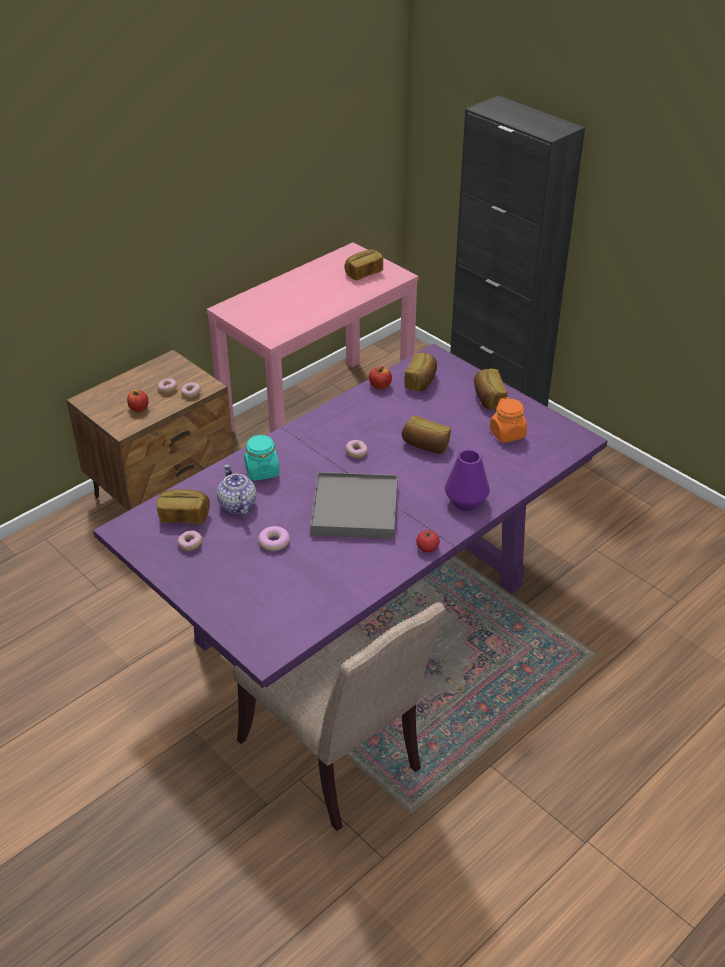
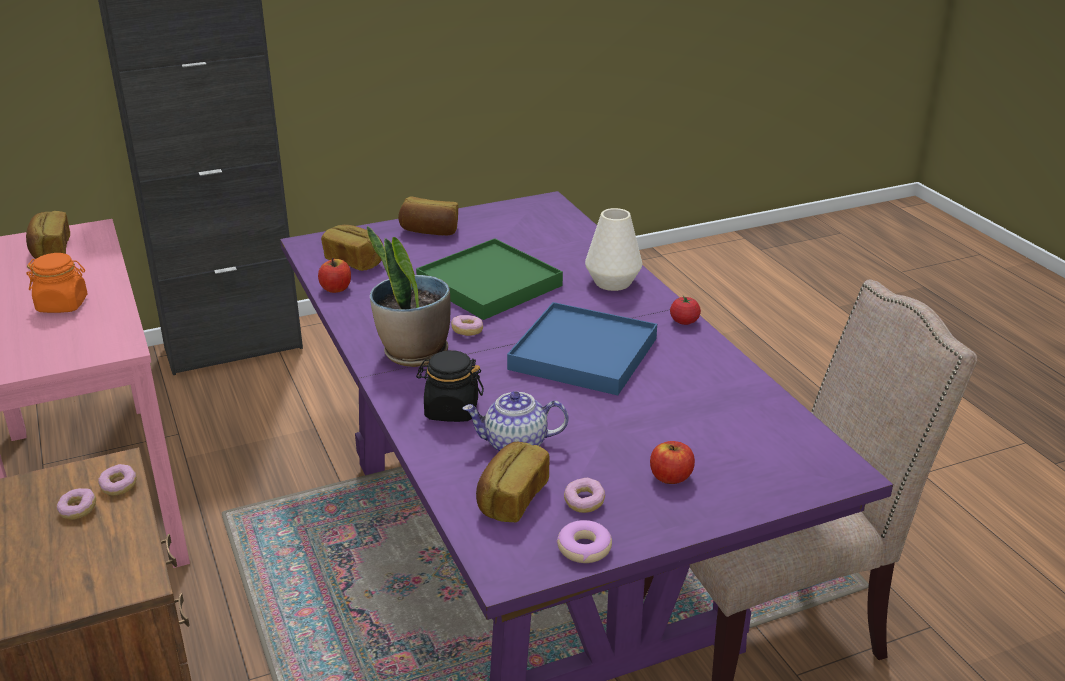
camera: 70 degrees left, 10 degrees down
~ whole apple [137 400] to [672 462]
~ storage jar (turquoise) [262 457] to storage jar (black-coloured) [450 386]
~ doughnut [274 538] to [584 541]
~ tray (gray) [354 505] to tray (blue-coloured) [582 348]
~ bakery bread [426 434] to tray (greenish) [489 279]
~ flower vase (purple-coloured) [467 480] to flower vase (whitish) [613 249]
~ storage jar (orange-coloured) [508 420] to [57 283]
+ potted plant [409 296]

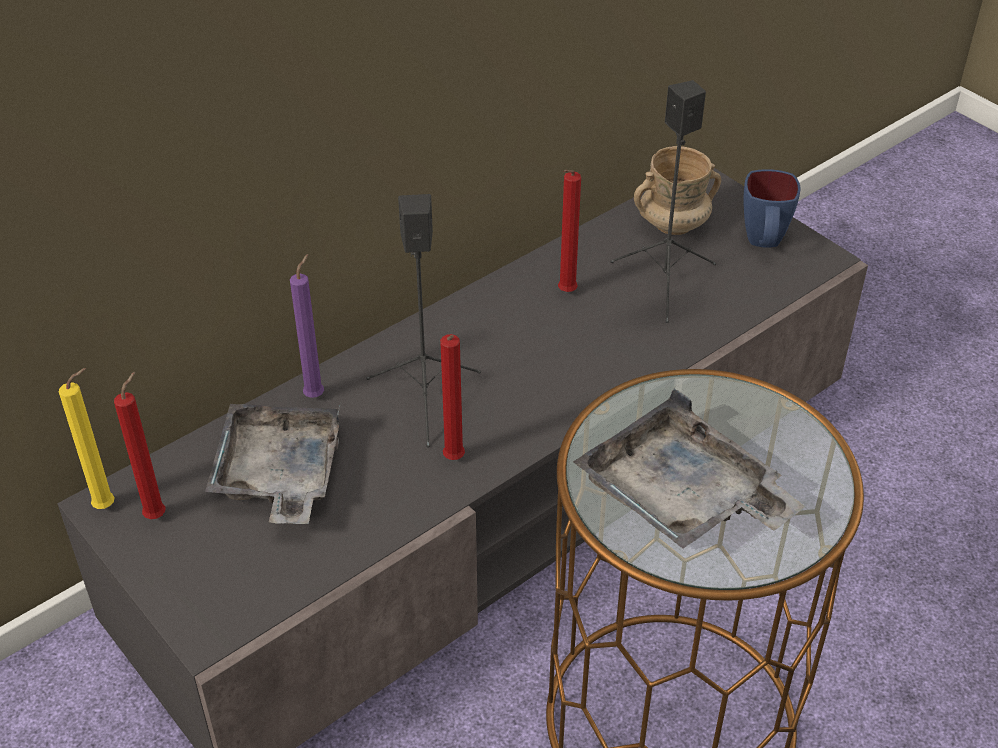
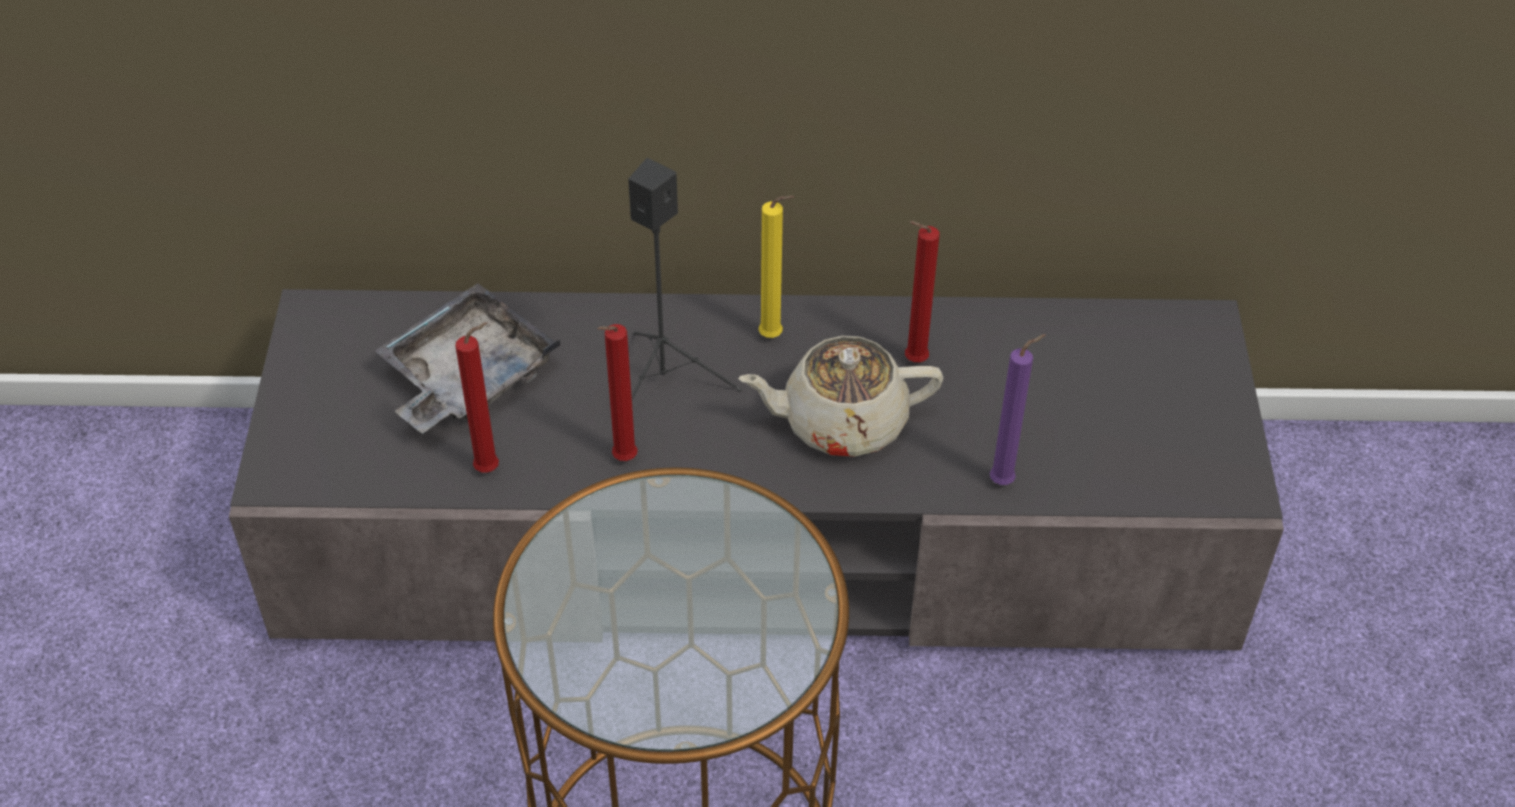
camera: 40 degrees right, 5 degrees up
~ candle (yellow-coloured) [86 438] to [776 267]
~ candle (red-coloured) [139 445] to [477 397]
~ candle (purple-coloured) [307 326] to [1018 409]
- tray (gray) [689 468]
- speaker (black-coloured) [663 201]
- coffee mug (beige-coloured) [677 190]
- coffee mug (blue-coloured) [771 208]
+ teapot (beige-coloured) [840 396]

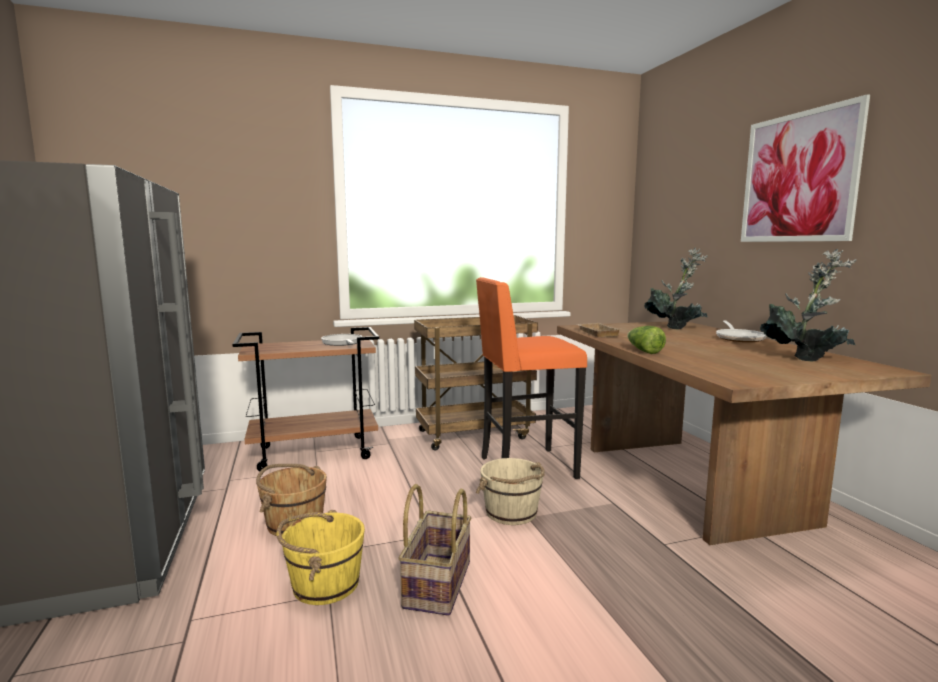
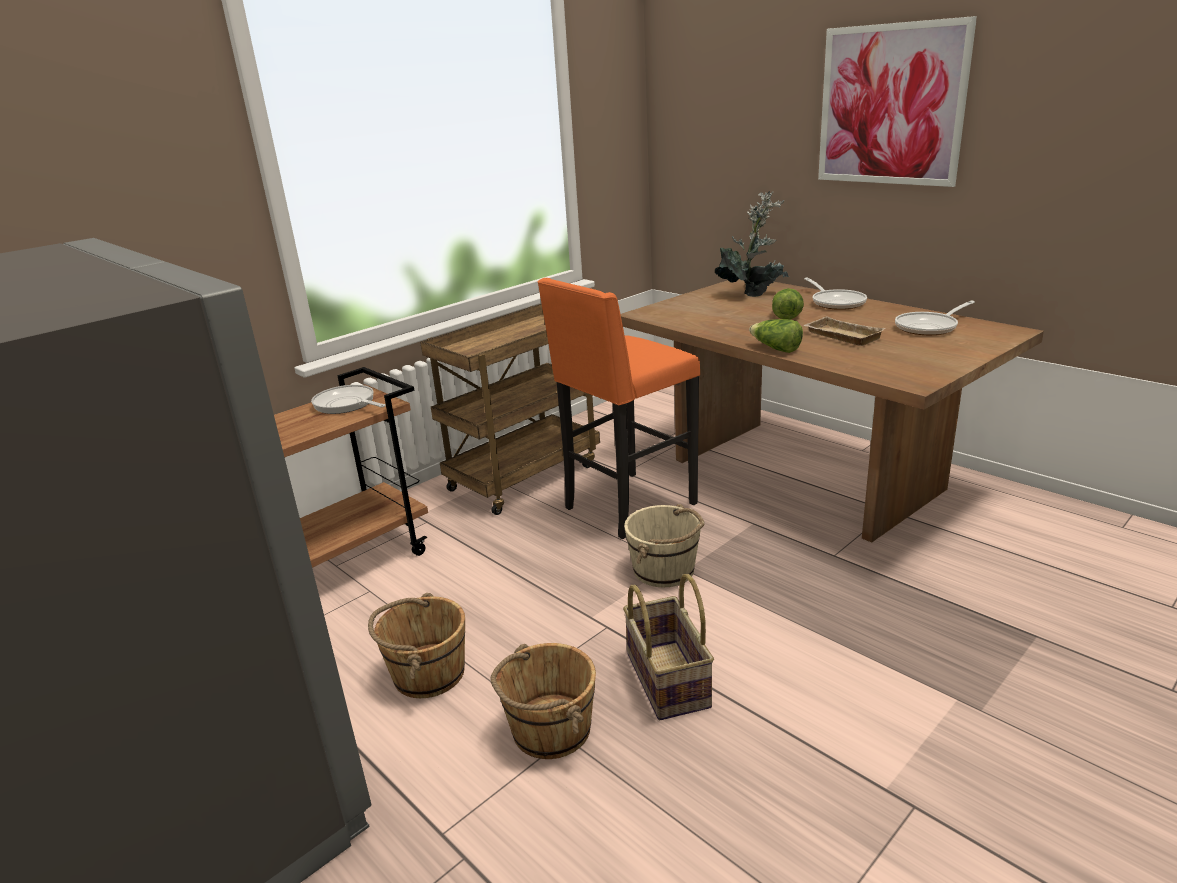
camera: 25 degrees left, 15 degrees up
~ pail (yellow-coloured) [320 557] to pail (brown-coloured) [543 701]
~ tray (beige-coloured) [597 330] to [844 331]
~ potted plant [808 305] to frying pan [935 318]
+ lettuce [788 304]

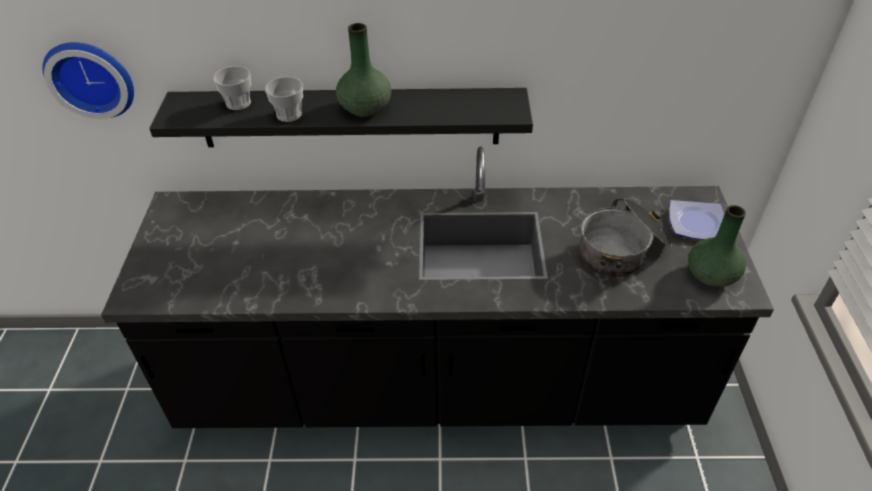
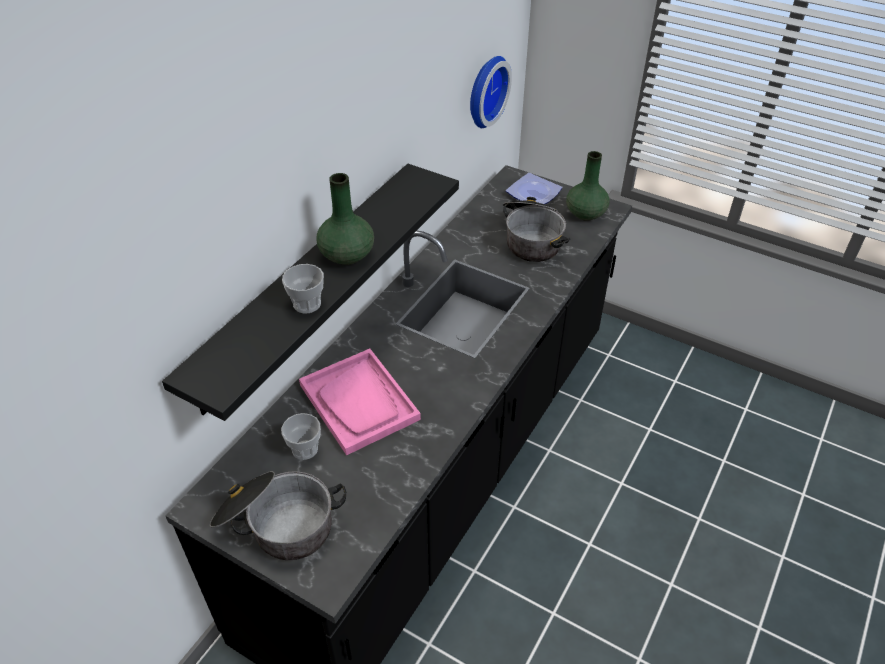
camera: 60 degrees left, 0 degrees up
~ clock on the wall [88 80] to [491 92]
~ small cup [232 88] to [301 436]
+ saucepot [278 515]
+ tray (pinkish) [360 402]

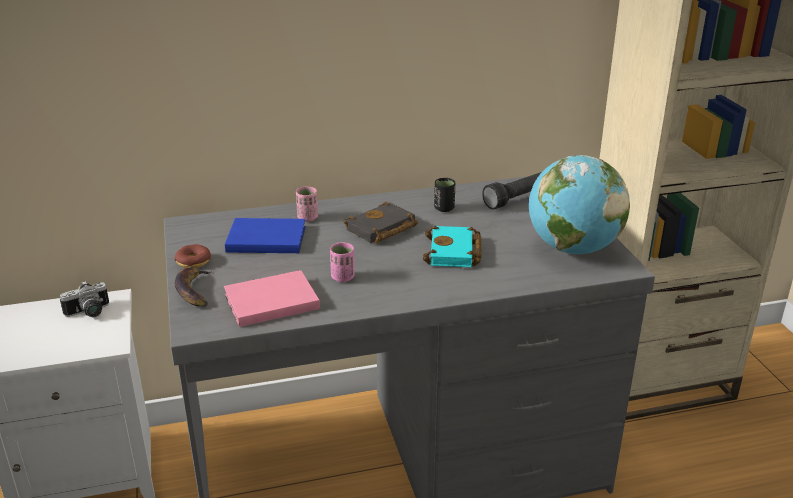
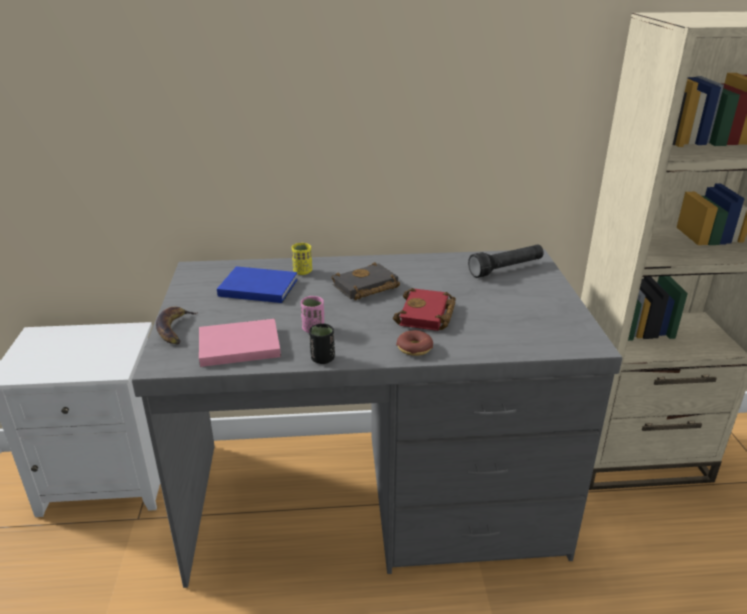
camera: 10 degrees right, 0 degrees up
- still camera [84 299]
~ doughnut [192 256] to [414 343]
~ small cup (pinkish) [307 204] to small cup (yellow-coloured) [302 259]
~ volume (turquoise) [452 246] to volume (red-coloured) [424 309]
~ small cup (black-coloured) [444 195] to [322 344]
- desk globe [579 204]

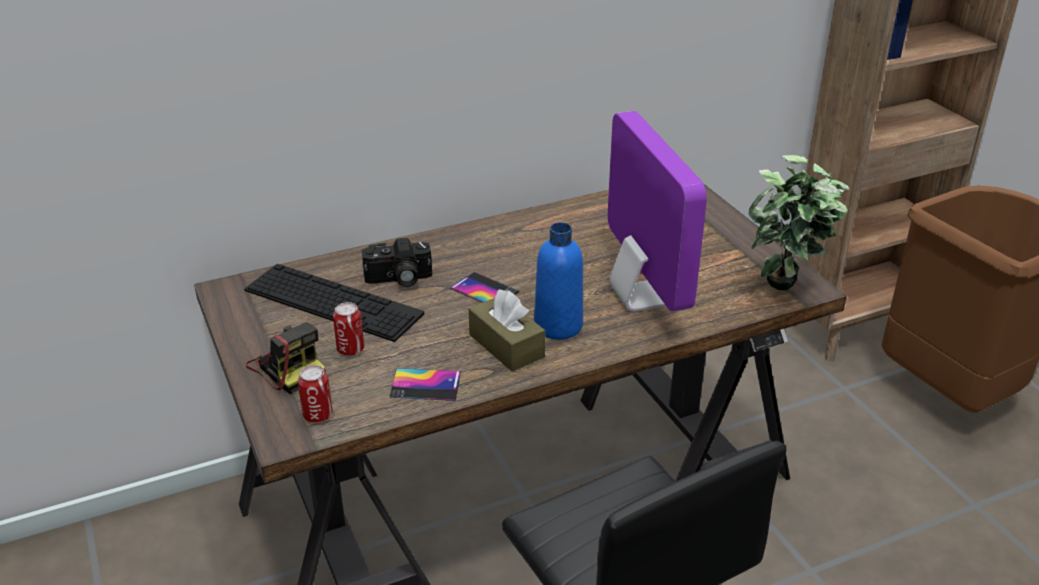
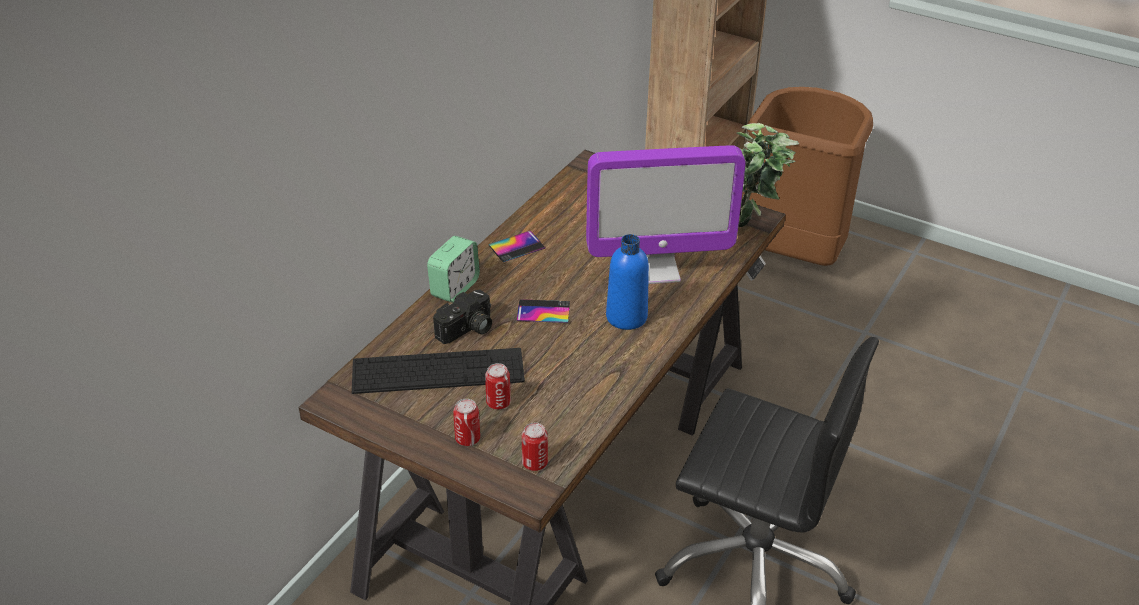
camera: 35 degrees left, 5 degrees up
~ still camera [285 358] to metal can [466 422]
~ handset [425 384] to [517 246]
- tissue holder (brown-coloured) [507 330]
~ monitor [657 211] = [666 214] 135 degrees clockwise
+ table clock [453 269]

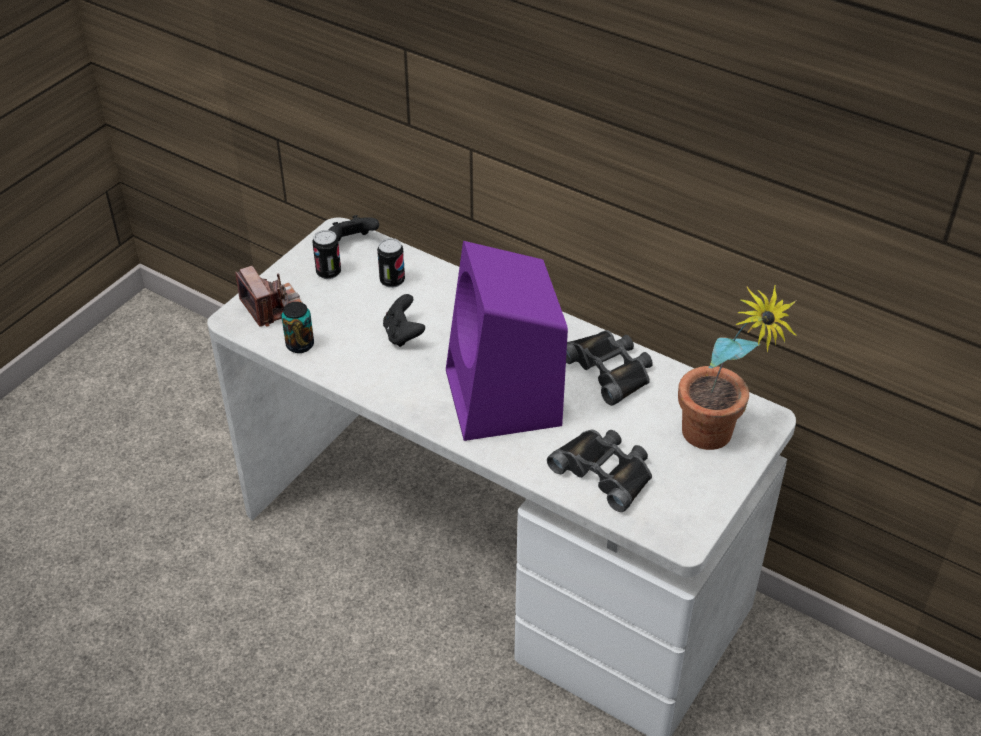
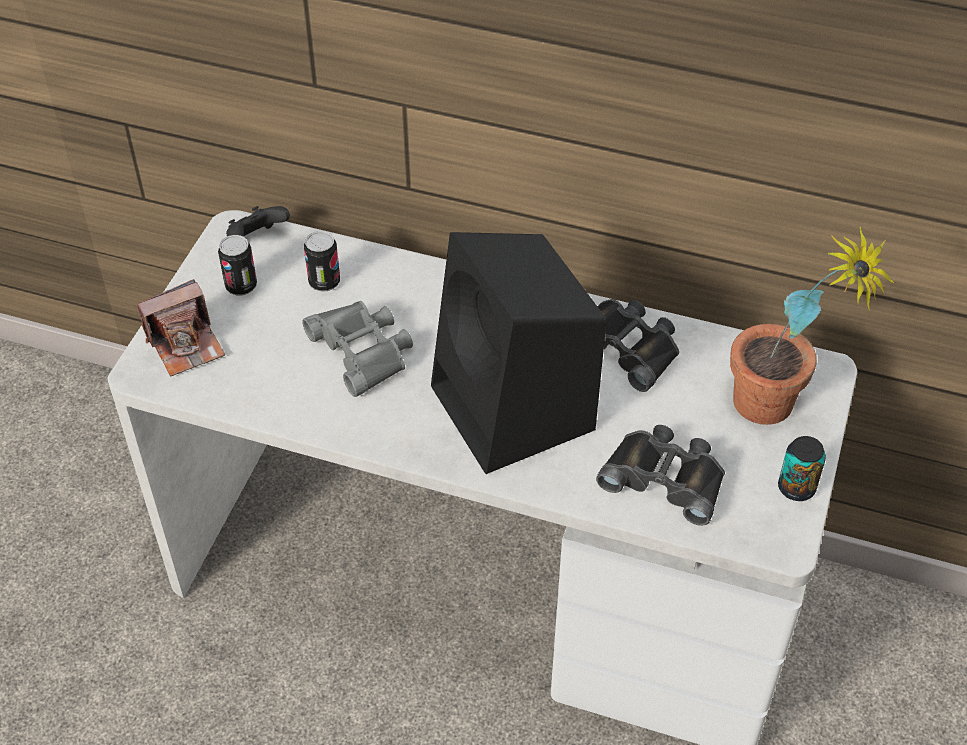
camera: 15 degrees left, 5 degrees up
~ still camera [268 296] = [181 327] 105 degrees clockwise
~ metal can [297 327] to [802 468]
~ game controller (black-coloured) [404 320] to binoculars (gray) [357 349]
~ speaker (purple-coloured) [507 341] to speaker (black-coloured) [518 353]

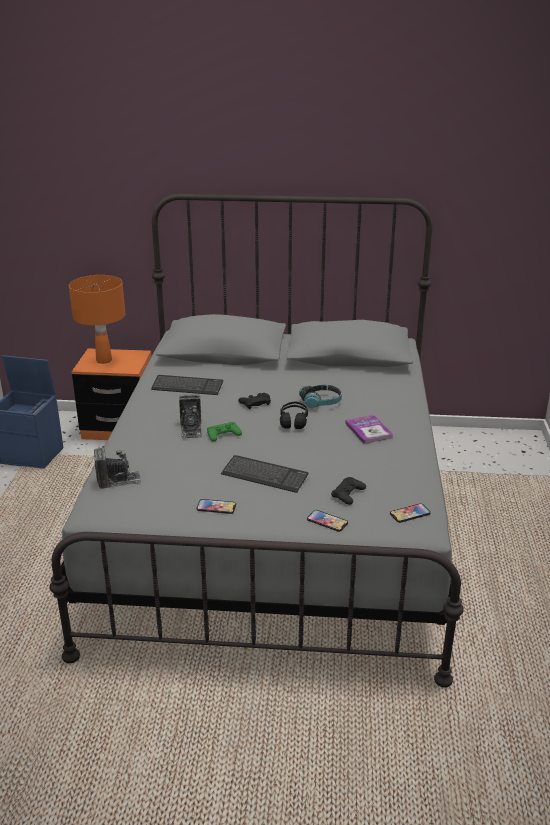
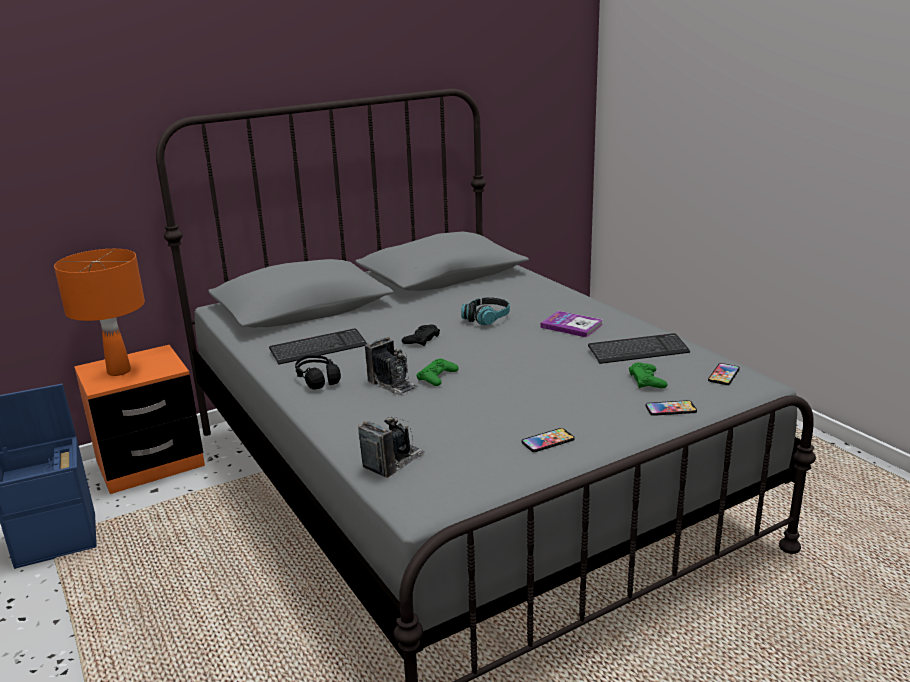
camera: 35 degrees left, 5 degrees down
~ keyboard [264 474] to [639 348]
~ headphones (black-coloured) [294 415] to [318 372]
~ game controller (black-coloured) [348 491] to game controller (greenish) [648 375]

